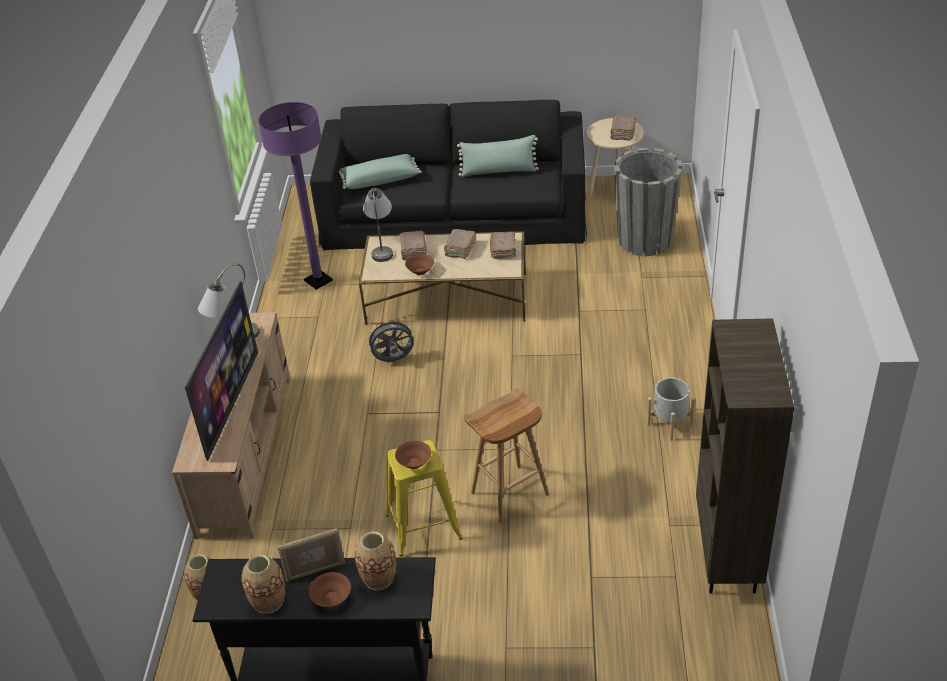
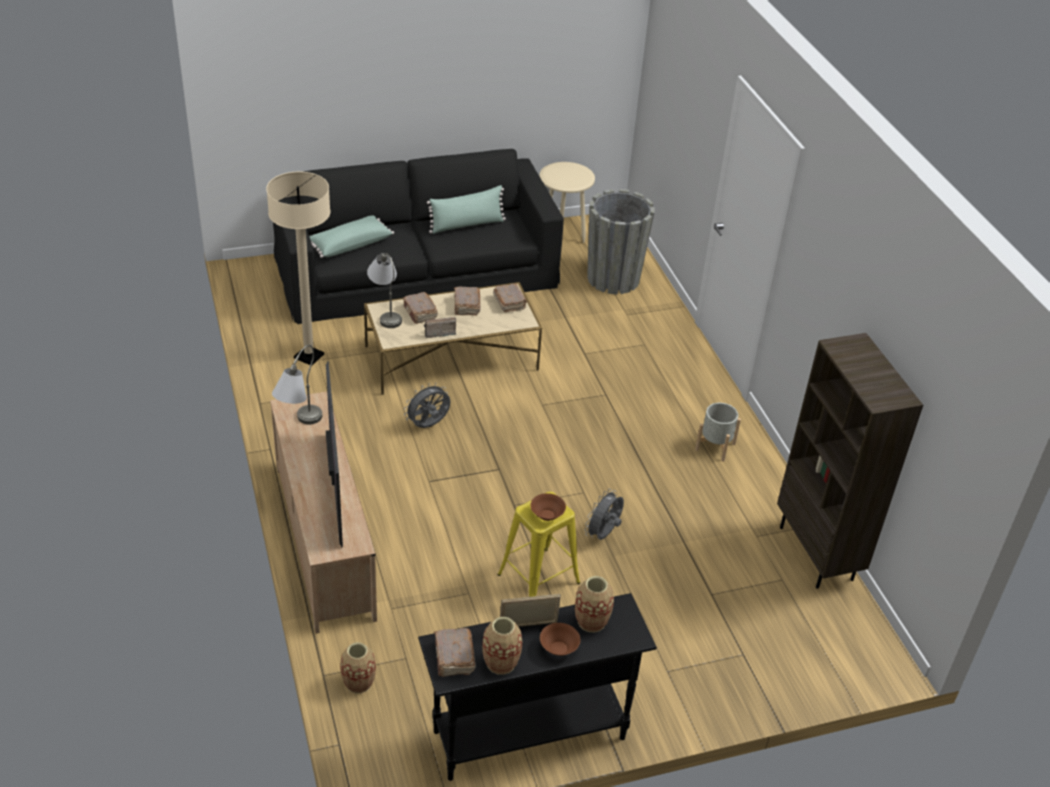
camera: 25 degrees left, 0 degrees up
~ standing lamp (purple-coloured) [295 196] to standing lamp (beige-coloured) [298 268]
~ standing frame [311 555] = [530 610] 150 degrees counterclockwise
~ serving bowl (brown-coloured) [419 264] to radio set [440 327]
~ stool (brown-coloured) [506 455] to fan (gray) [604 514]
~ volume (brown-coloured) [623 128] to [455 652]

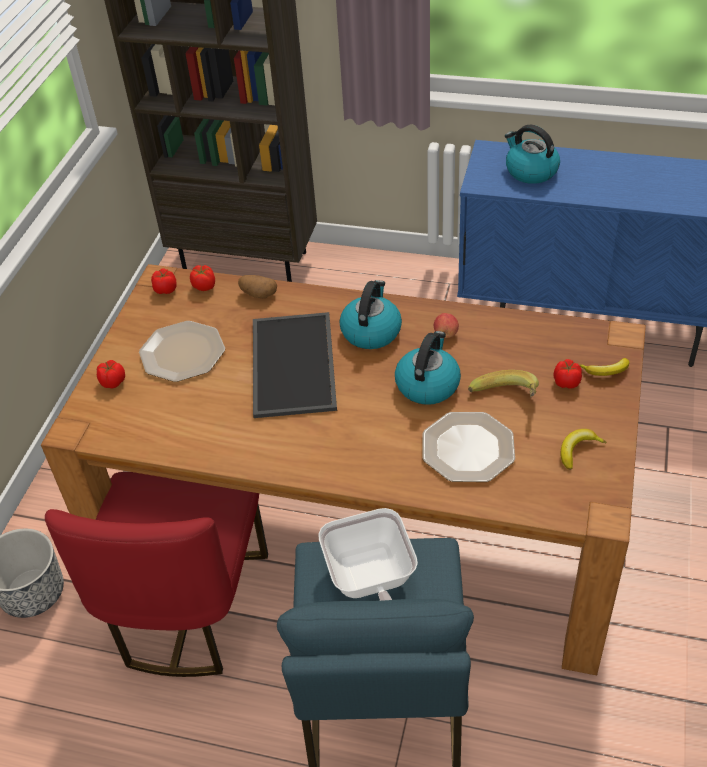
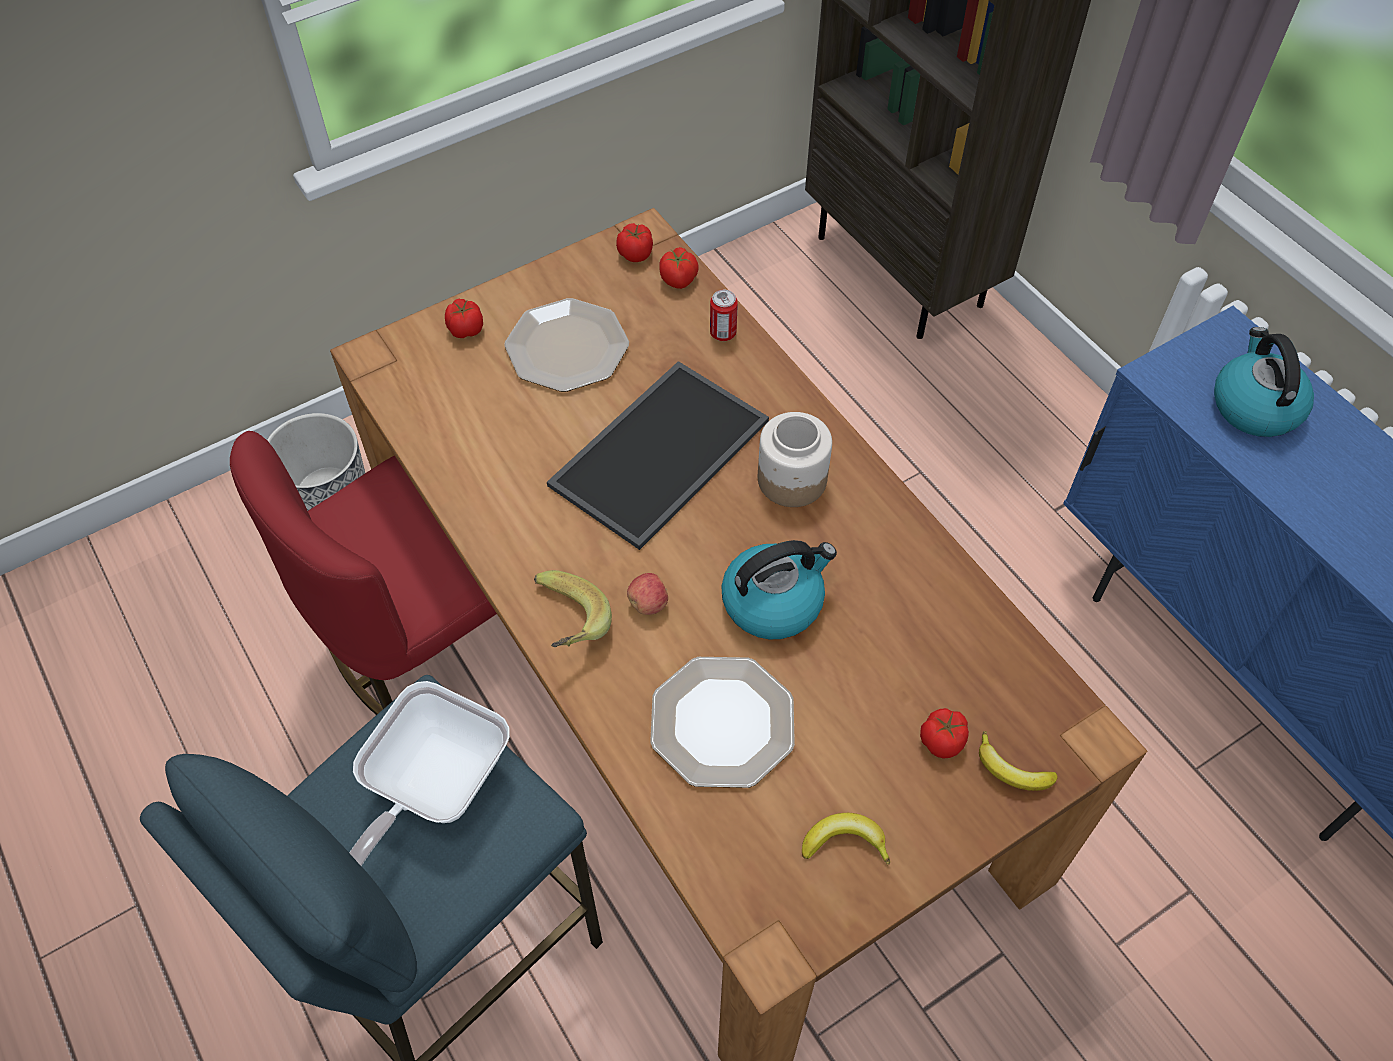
camera: 40 degrees right, 10 degrees up
~ spud [257 286] to metal can [724 315]
~ water kettle [370 314] to storage jar [795 459]
~ whole apple [446 325] to [647 594]
~ whole banana [503 383] to [573 608]

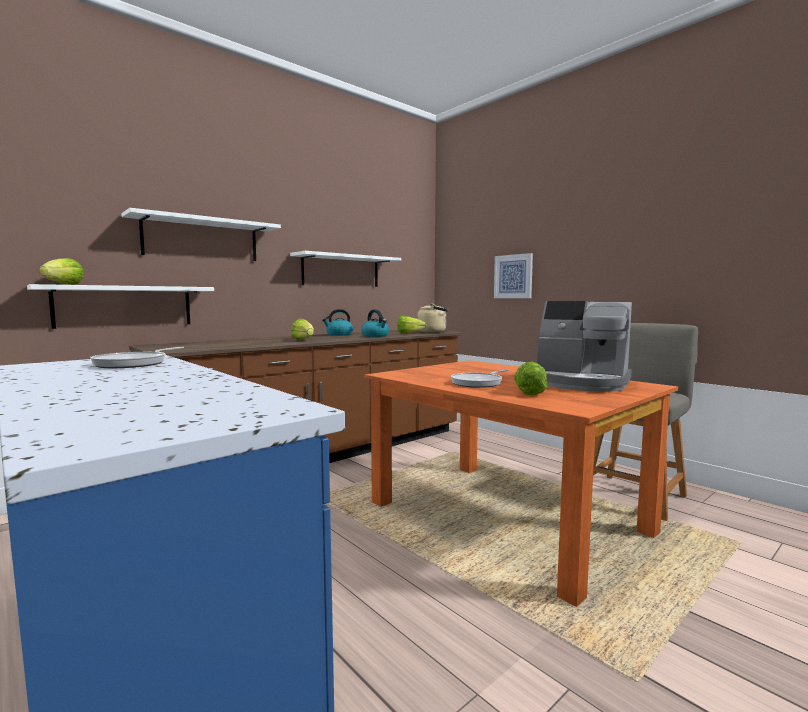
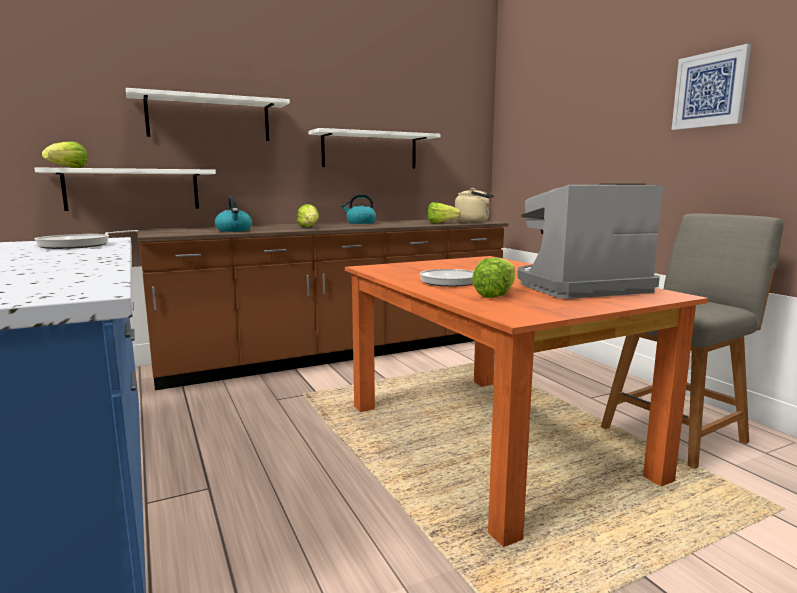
camera: 15 degrees right, 5 degrees up
~ water kettle [375 323] to [233 214]
~ picture [513 275] to [711 87]
~ coffee brewer [584 346] = [590 241] 120 degrees clockwise

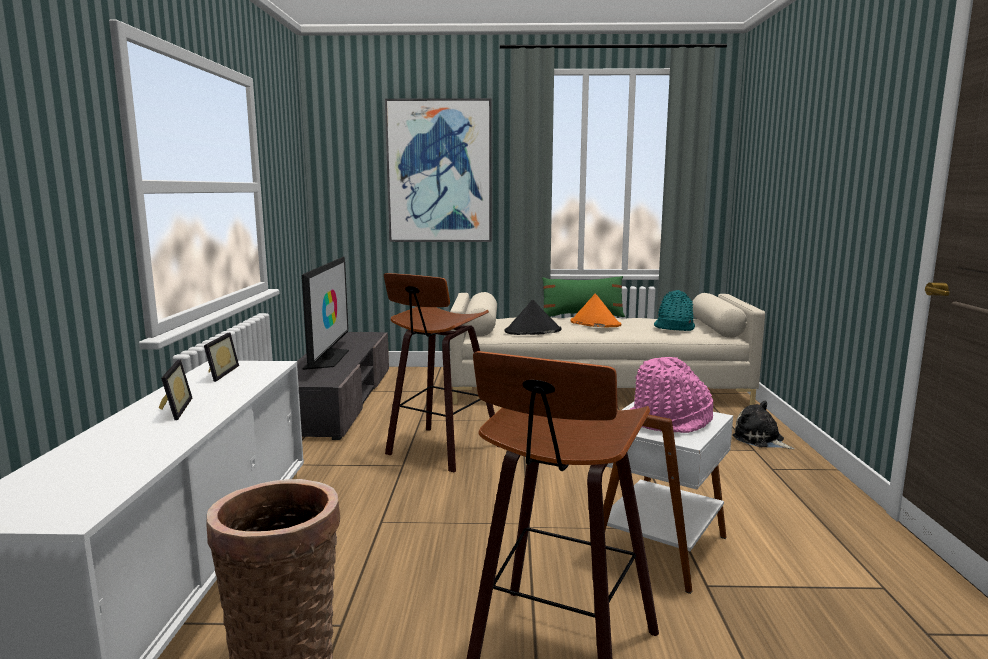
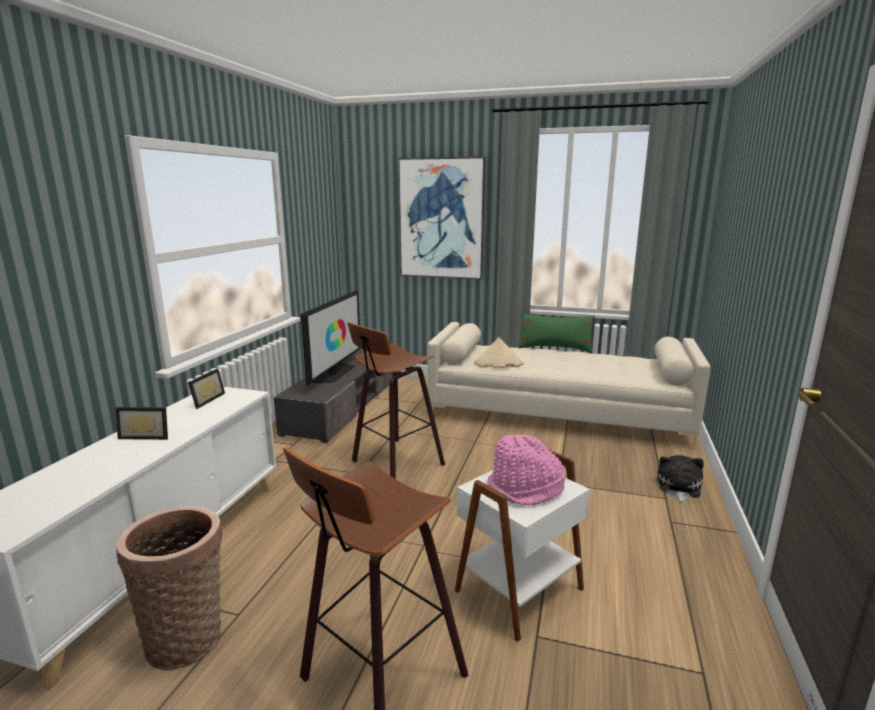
camera: 15 degrees right, 5 degrees up
~ standing frame [175 390] = [142 423] 90 degrees clockwise
~ wearable hat (black-coloured) [533 317] to wearable hat (beige-coloured) [499 352]
- wearable hat (orange-coloured) [596 310]
- wearable hat (turquoise) [674 310]
~ plush toy [763 425] = [680 480] 45 degrees clockwise

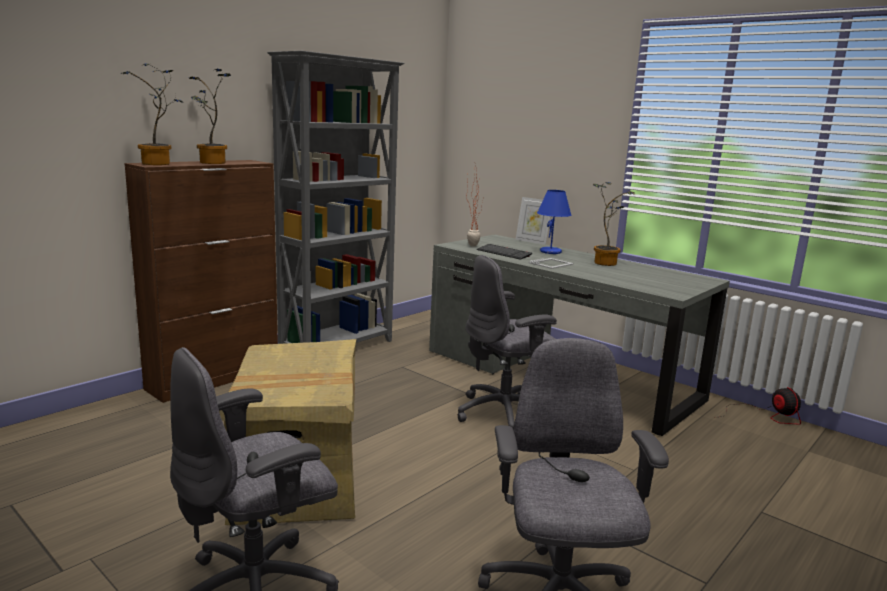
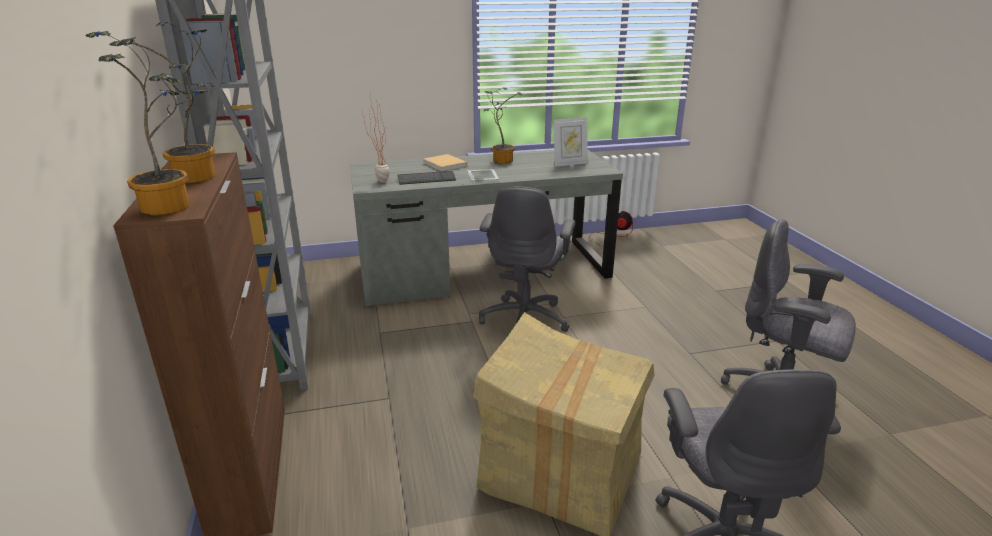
camera: 55 degrees left, 10 degrees up
~ standing frame [532 221] to [571 142]
~ lamp for a table (blue-coloured) [554 222] to volume (beige-coloured) [445 162]

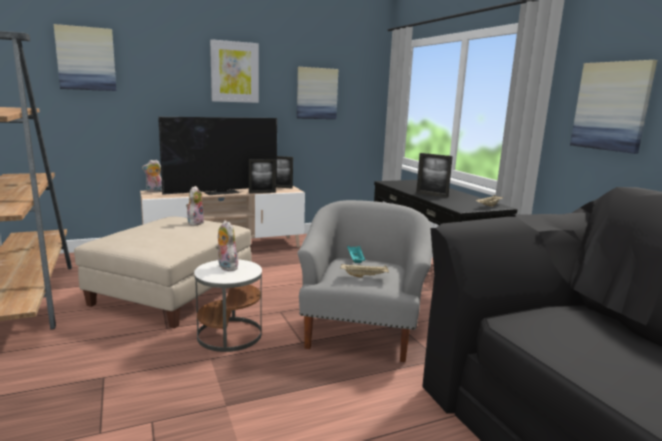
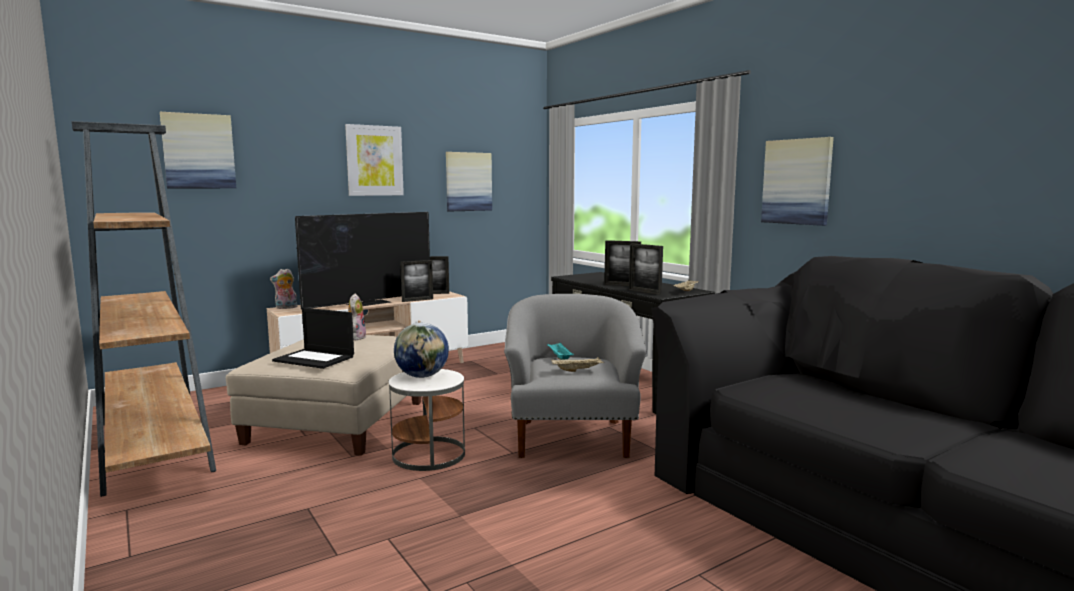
camera: 10 degrees left, 5 degrees down
~ plush toy [227 245] to desk globe [421 350]
+ notebook computer [313 338]
+ standing frame [646 269]

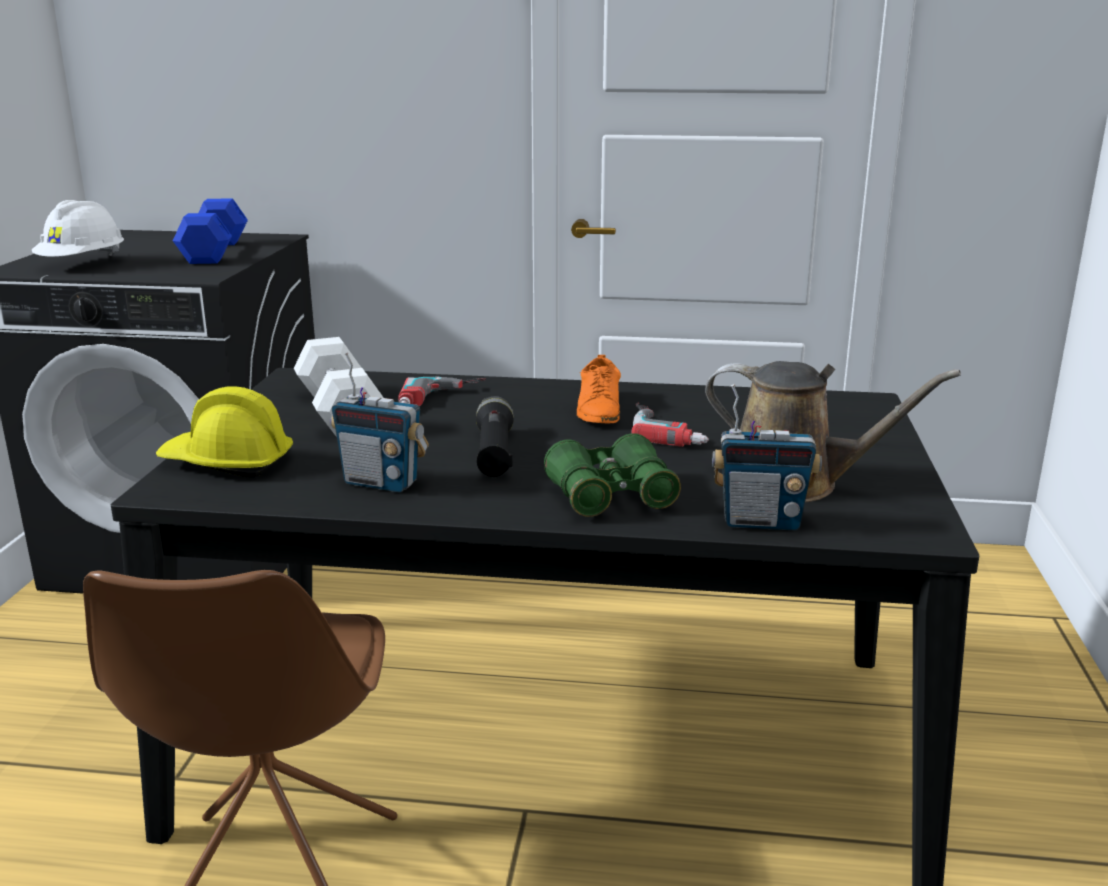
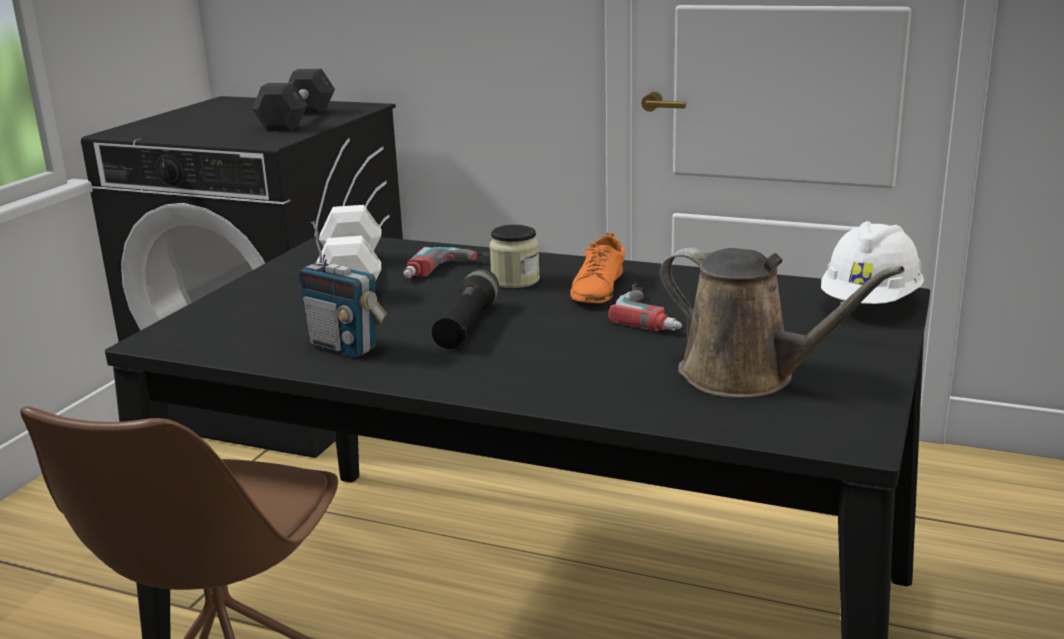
camera: 15 degrees right, 0 degrees up
~ work helmet (whitish) [78 228] to [872 262]
- work helmet (yellow-coloured) [224 431]
~ hand weight (blue-coloured) [210 231] to hand weight (gray) [293 100]
- binoculars (greenish) [612 475]
- radio set [767 457]
+ storage jar [514 256]

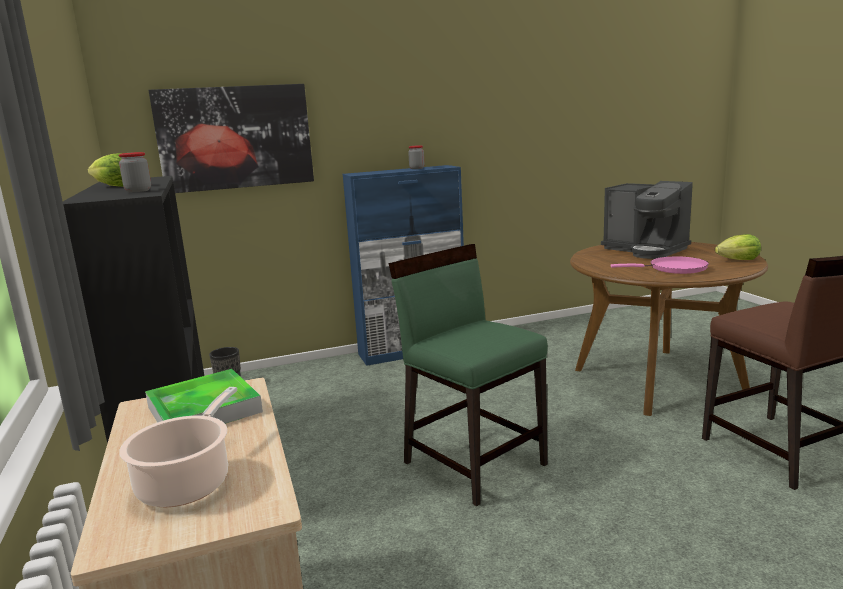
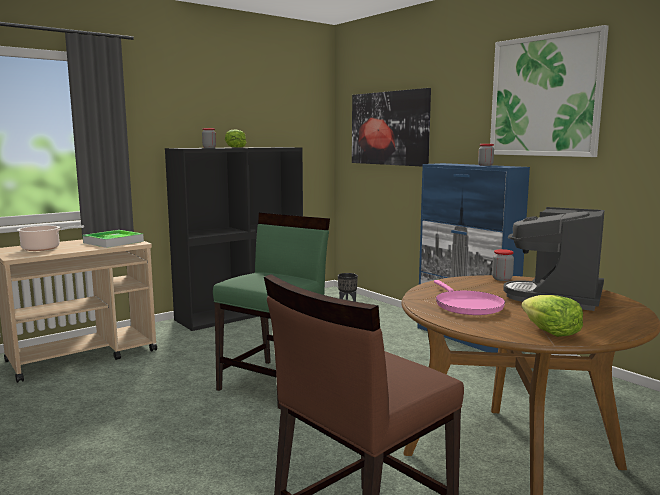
camera: 70 degrees right, 5 degrees down
+ picture [549 91]
+ storage jar [503 265]

